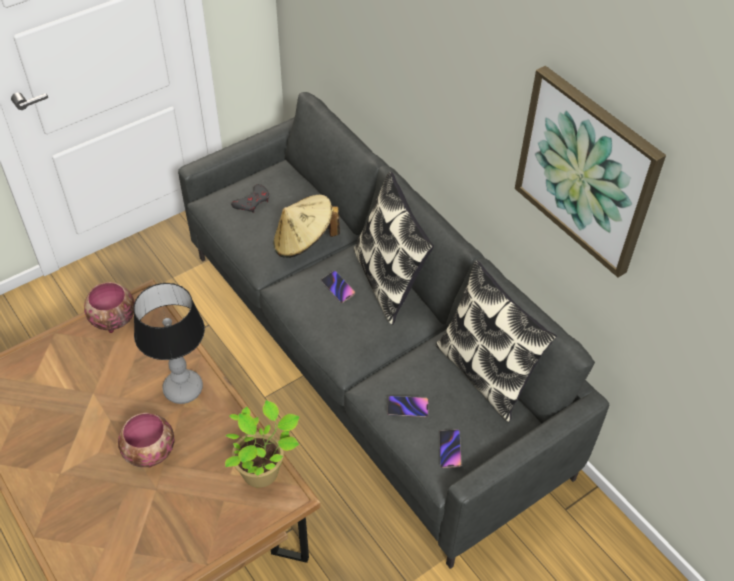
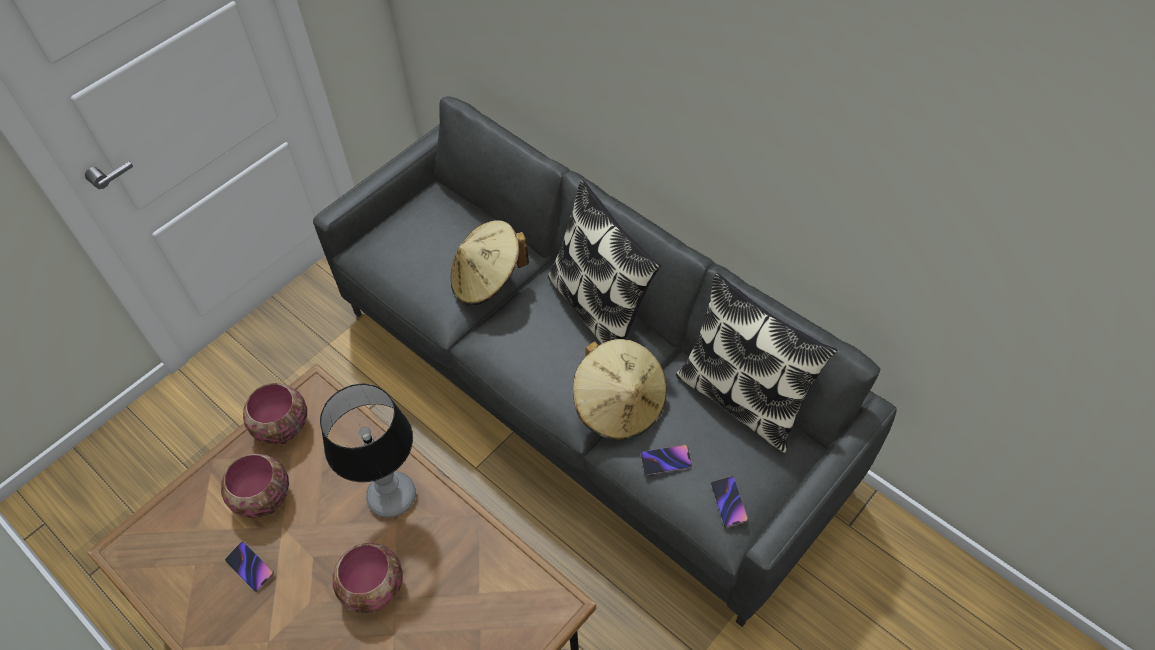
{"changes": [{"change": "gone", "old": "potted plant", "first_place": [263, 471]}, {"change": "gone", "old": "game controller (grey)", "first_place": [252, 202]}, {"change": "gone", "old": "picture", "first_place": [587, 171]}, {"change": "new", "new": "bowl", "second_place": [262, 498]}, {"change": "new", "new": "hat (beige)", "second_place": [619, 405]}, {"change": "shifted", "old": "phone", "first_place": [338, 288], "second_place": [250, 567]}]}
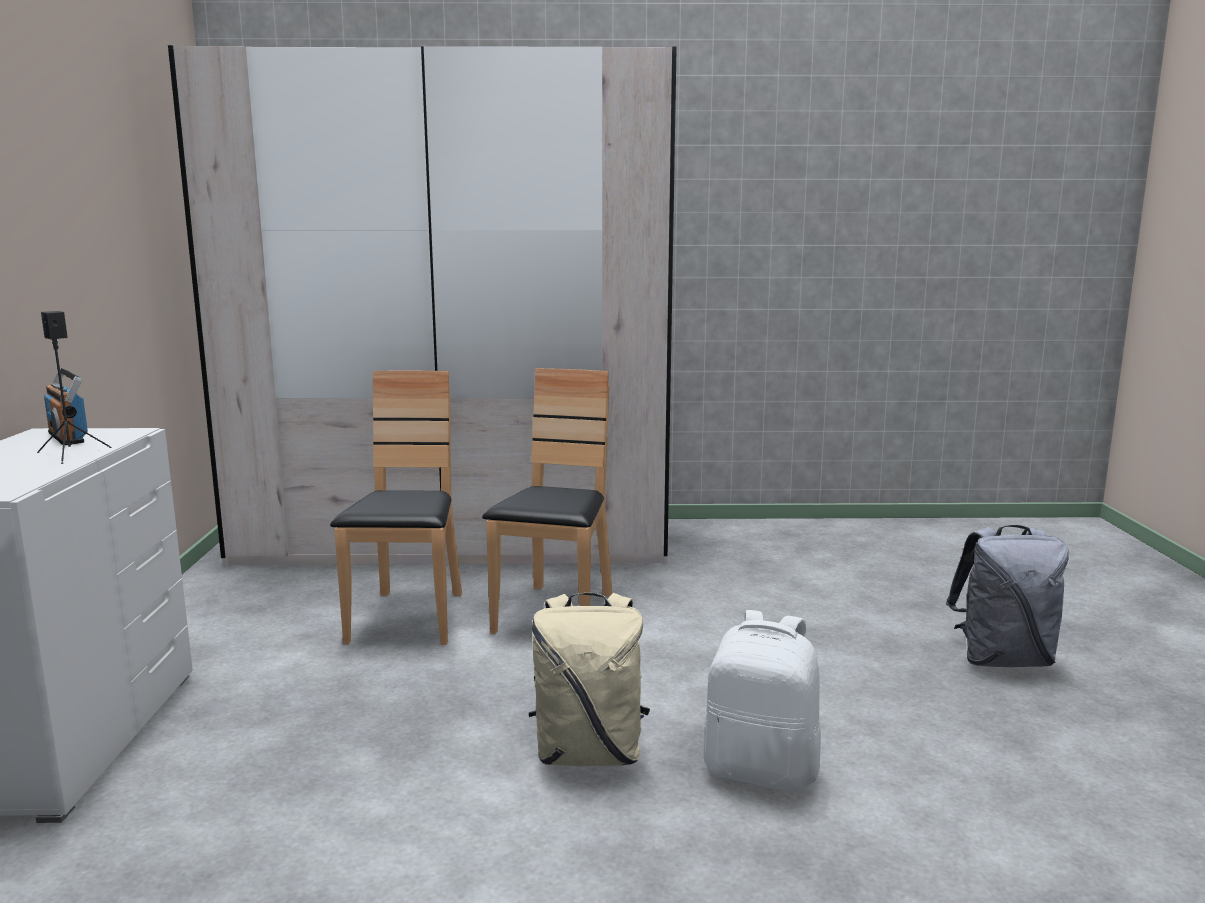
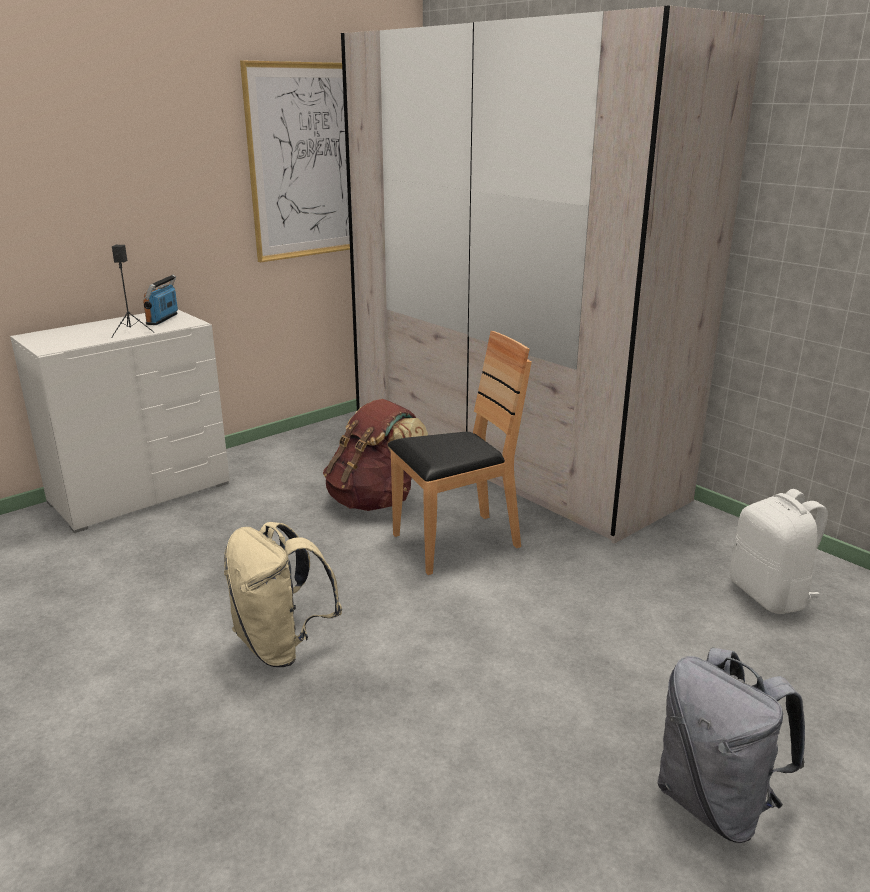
{"changes": [{"change": "new", "new": "picture", "second_place": [313, 161]}, {"change": "shifted", "old": "backpack (white)", "first_place": [761, 771], "second_place": [770, 595]}, {"change": "swapped", "old": "chair (brown)", "new": "backpack (brown)", "first_place": [408, 618], "second_place": [374, 500]}]}
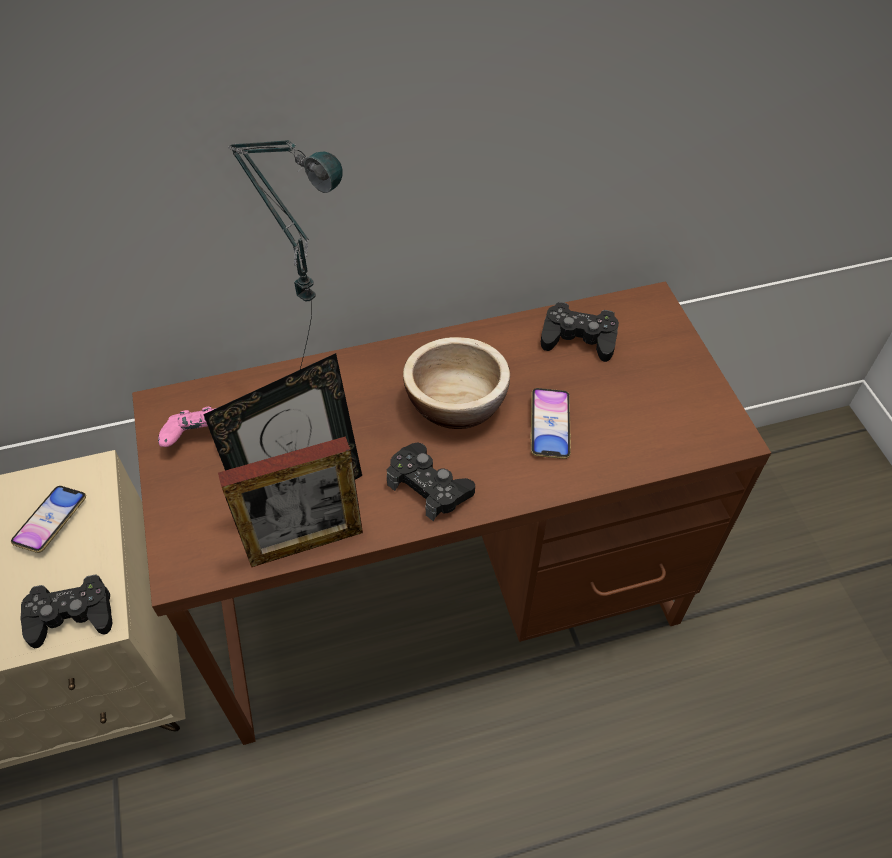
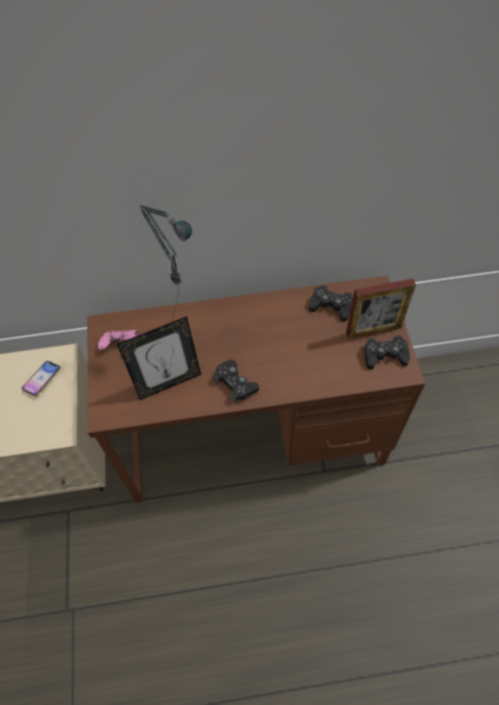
{"changes": [{"change": "gone", "old": "bowl", "first_place": [456, 402]}, {"change": "gone", "old": "phone", "first_place": [549, 426]}, {"change": "shifted", "old": "game controller (black)", "first_place": [71, 615], "second_place": [384, 355]}, {"change": "shifted", "old": "picture frame", "first_place": [305, 543], "second_place": [373, 330]}]}
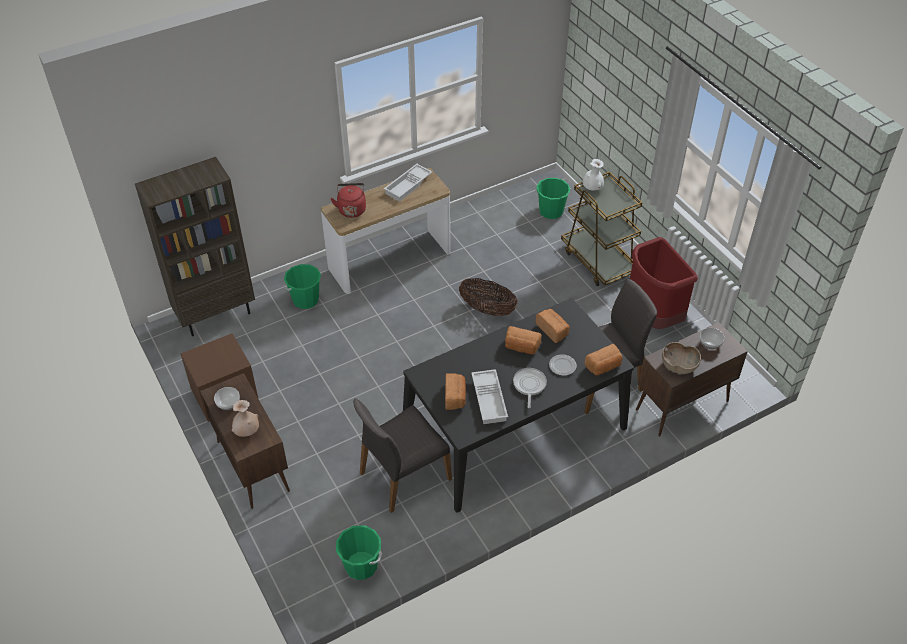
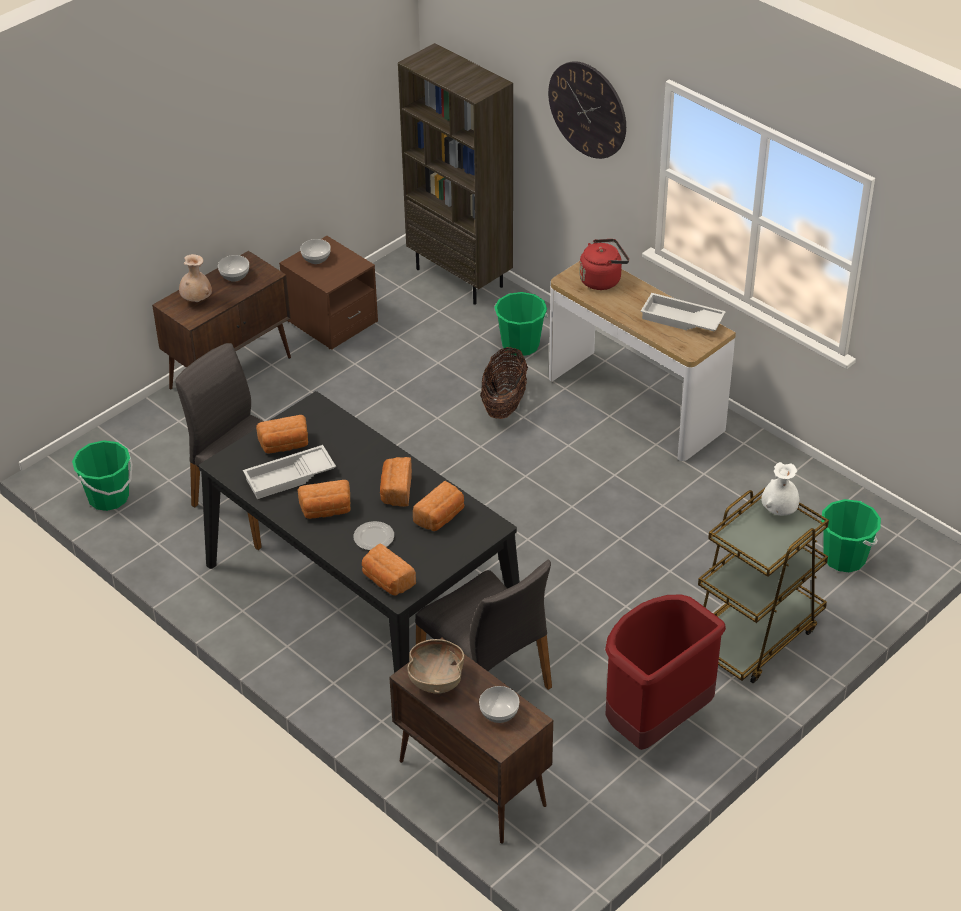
{"changes": [{"change": "new", "new": "bowl", "second_place": [315, 259]}, {"change": "new", "new": "wall clock", "second_place": [587, 109]}, {"change": "shifted", "old": "basket", "first_place": [487, 309], "second_place": [504, 403]}, {"change": "swapped", "old": "frying pan", "new": "bread", "first_place": [529, 385], "second_place": [326, 510]}]}
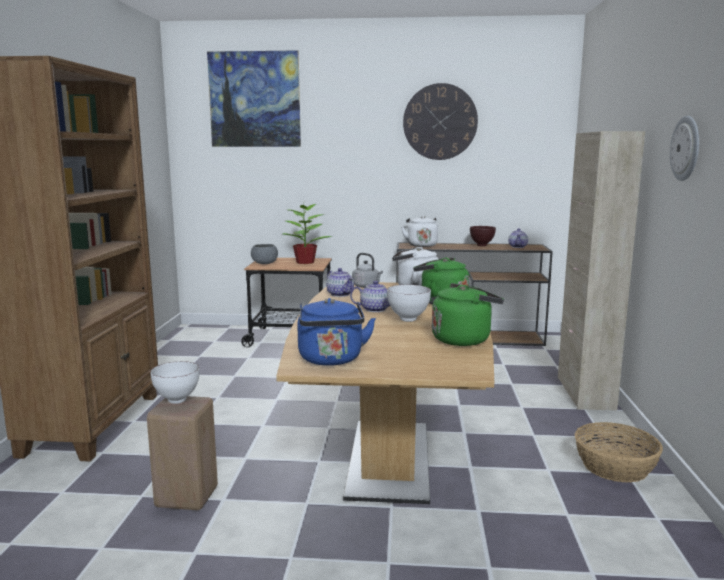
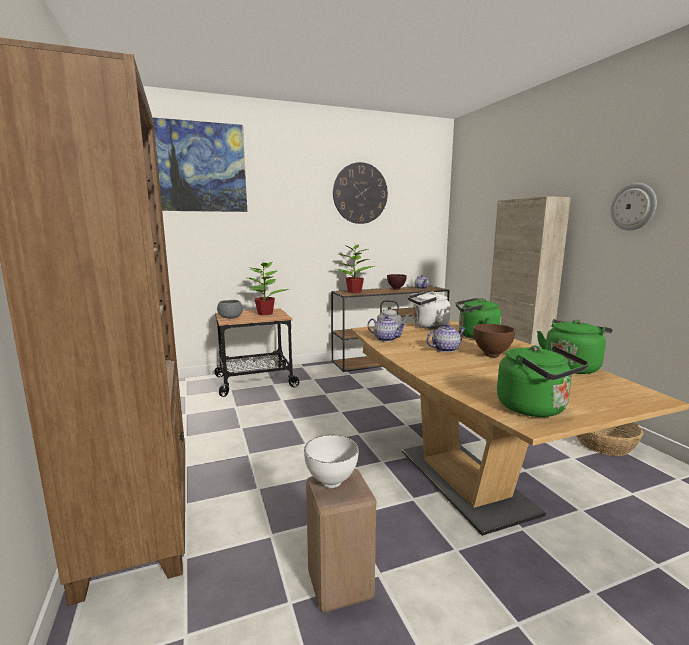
{"changes": [{"change": "swapped", "old": "kettle (white)", "new": "potted plant", "first_place": [421, 245], "second_place": [354, 292]}, {"change": "repainted", "old": "kettle (blue)", "new": "kettle (green)", "first_place": [331, 360], "second_place": [535, 409]}, {"change": "repainted", "old": "bowl (white)", "new": "bowl (brown)", "first_place": [407, 320], "second_place": [491, 355]}]}
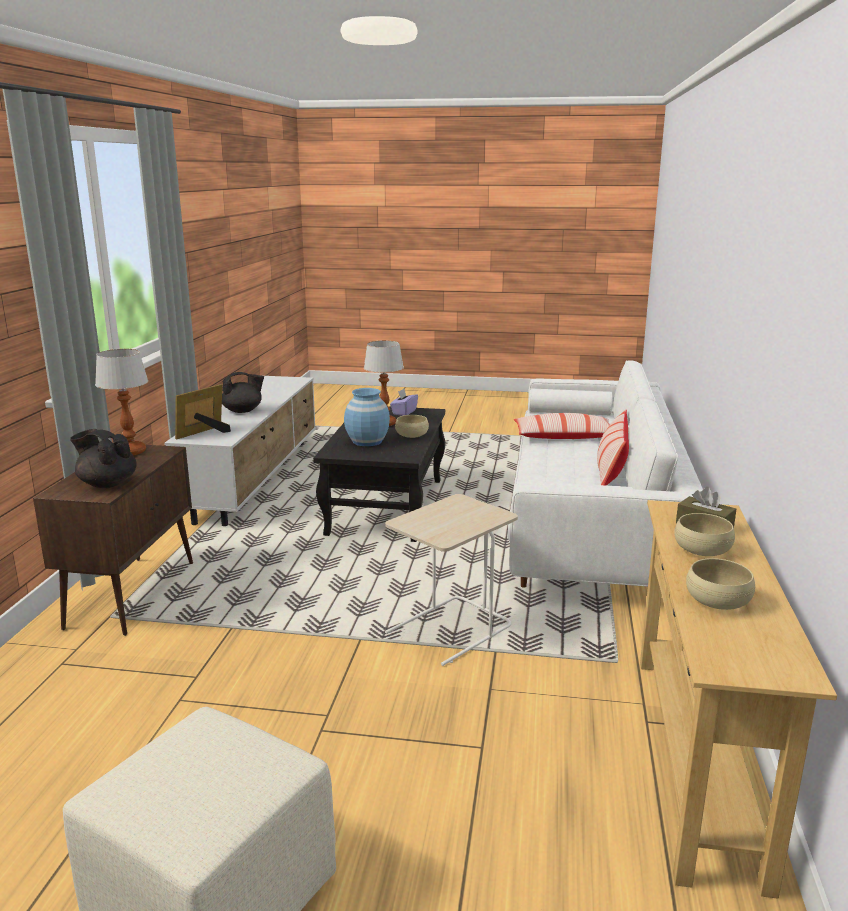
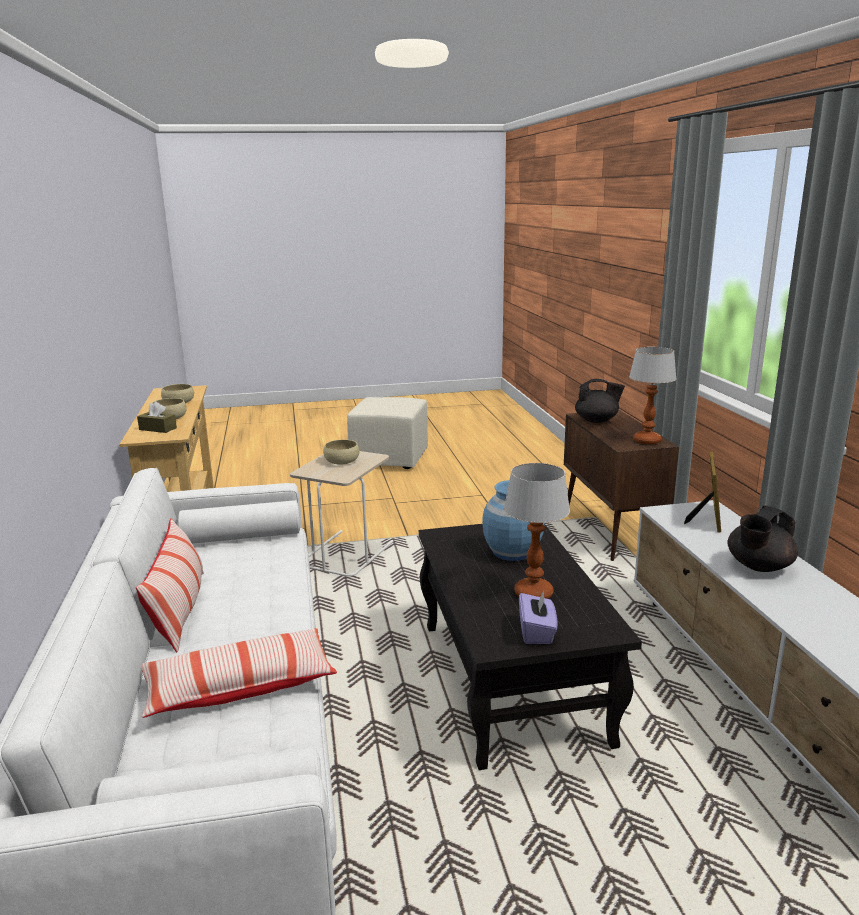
{"changes": [{"change": "shifted", "old": "bowl (beige)", "first_place": [411, 435], "second_place": [342, 461]}]}
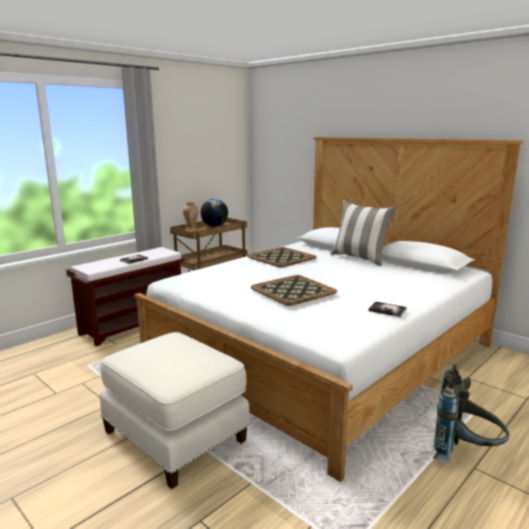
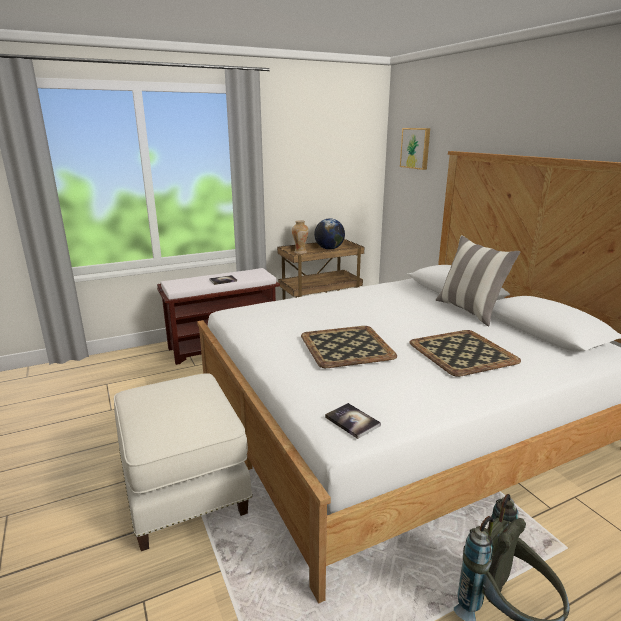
{"changes": [{"change": "new", "new": "picture", "second_place": [416, 148]}, {"change": "shifted", "old": "tray", "first_place": [281, 257], "second_place": [461, 352]}, {"change": "shifted", "old": "book", "first_place": [387, 310], "second_place": [352, 421]}]}
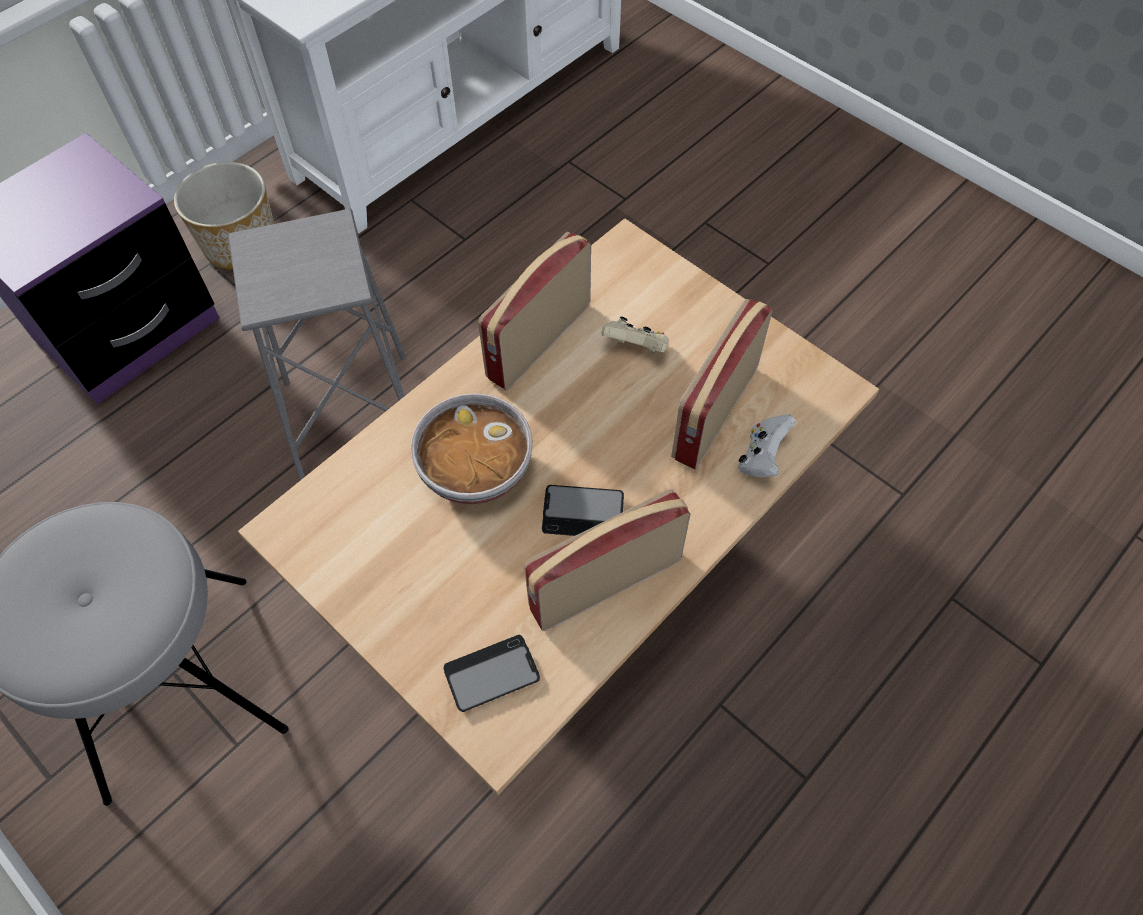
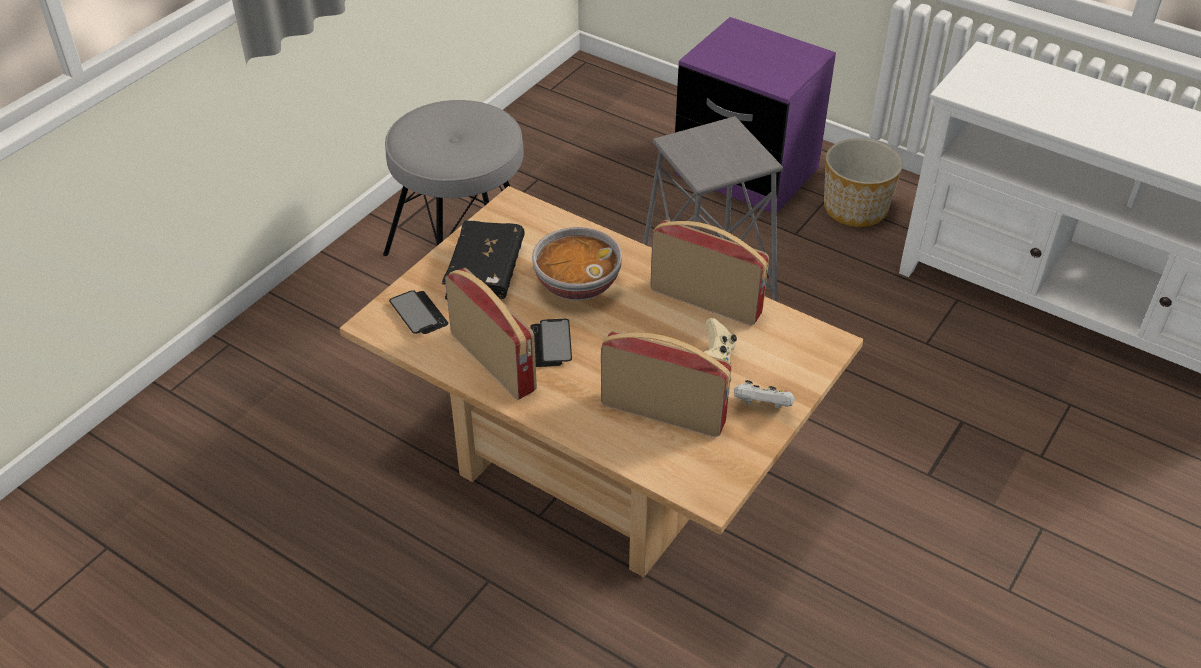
{"changes": [{"change": "new", "new": "book (black)", "second_place": [485, 271]}, {"change": "shifted", "old": "game controller (white)", "first_place": [762, 457], "second_place": [762, 406]}]}
